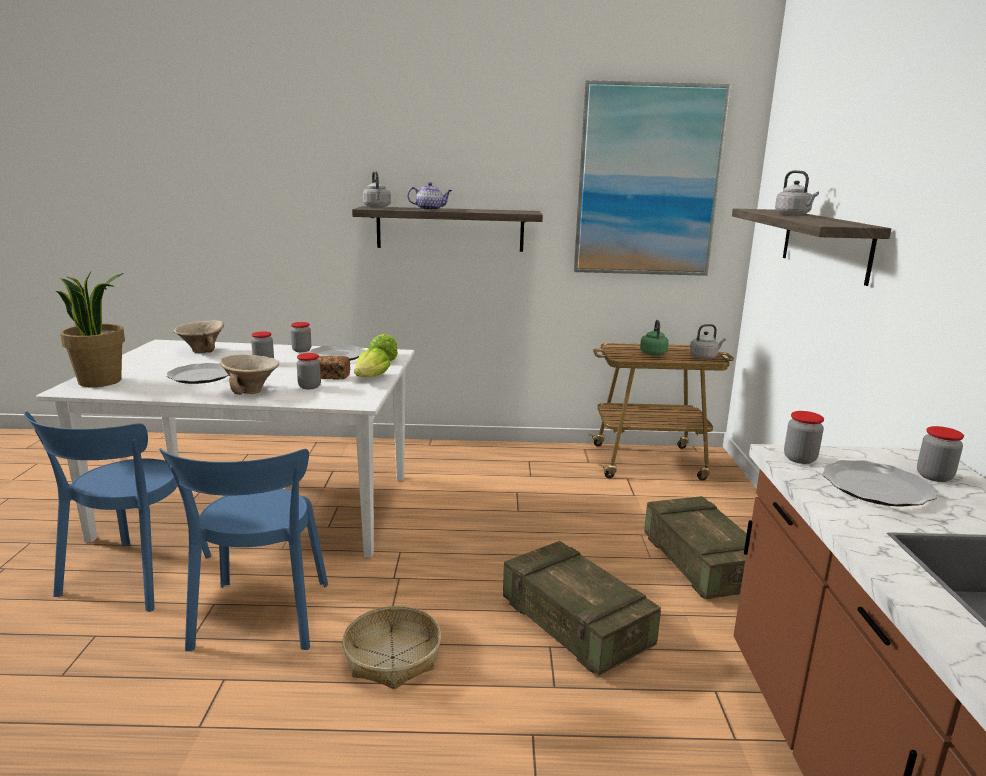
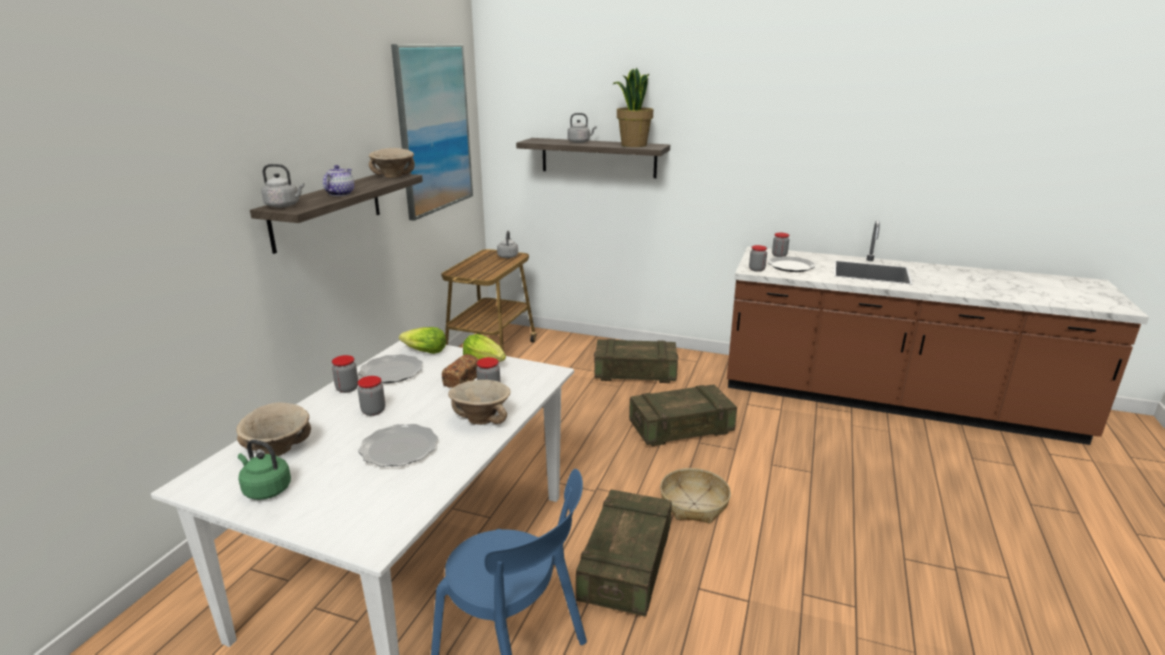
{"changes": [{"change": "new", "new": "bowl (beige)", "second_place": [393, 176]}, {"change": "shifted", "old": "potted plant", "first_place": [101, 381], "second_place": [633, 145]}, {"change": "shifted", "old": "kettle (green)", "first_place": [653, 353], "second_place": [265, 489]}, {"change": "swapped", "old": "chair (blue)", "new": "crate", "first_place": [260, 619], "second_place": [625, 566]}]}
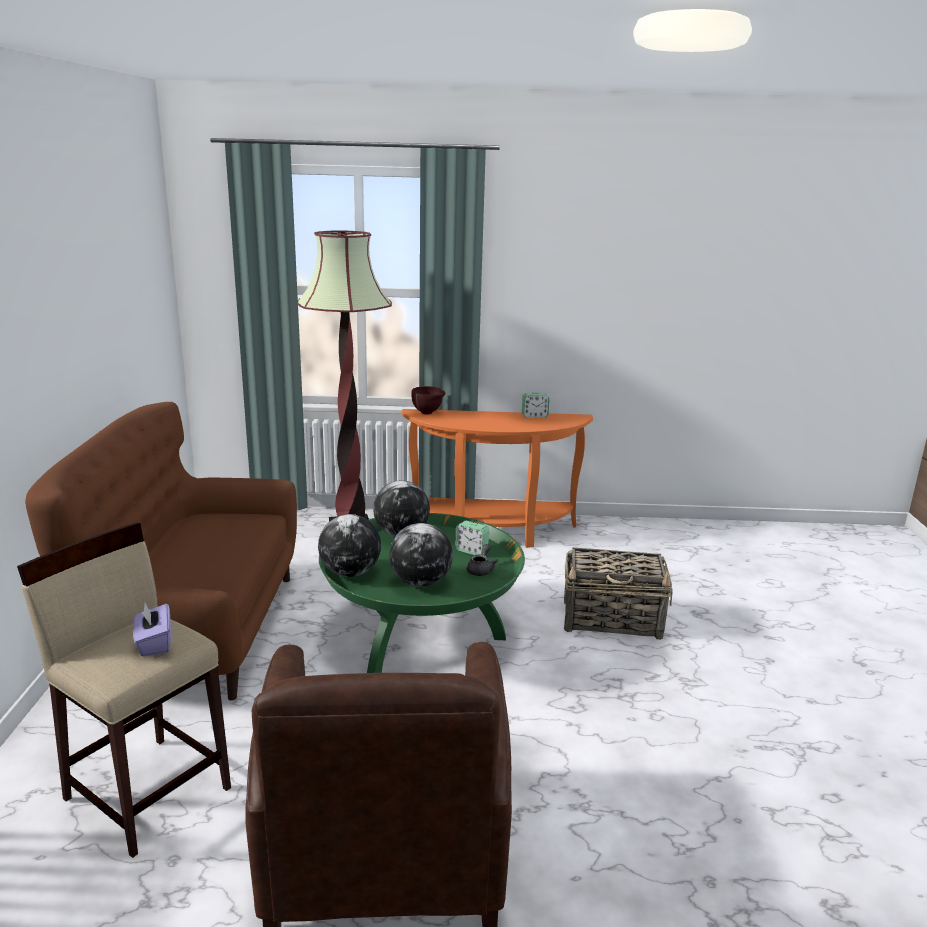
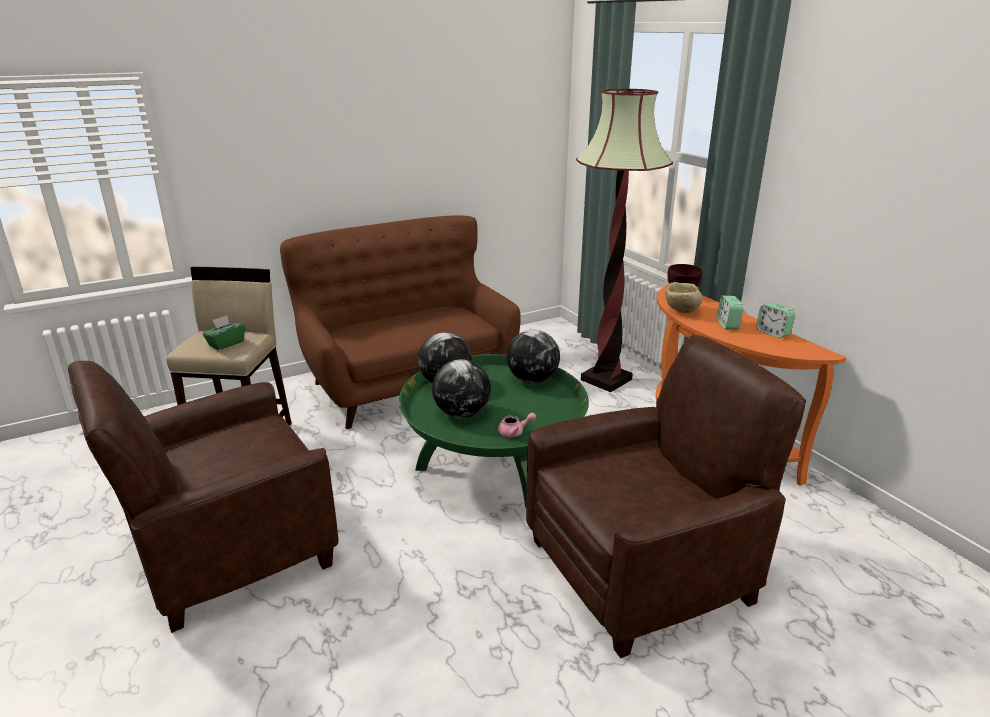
{"changes": [{"change": "new", "new": "bowl (beige)", "second_place": [681, 311]}, {"change": "shifted", "old": "alarm clock", "first_place": [471, 551], "second_place": [727, 325]}, {"change": "swapped", "old": "basket", "new": "armchair (brown)", "first_place": [613, 620], "second_place": [641, 569]}, {"change": "repainted", "old": "tissue box (purple)", "new": "tissue box (green)", "first_place": [154, 643], "second_place": [226, 343]}, {"change": "repainted", "old": "teapot (grey)", "new": "teapot (pink)", "first_place": [481, 570], "second_place": [514, 432]}]}
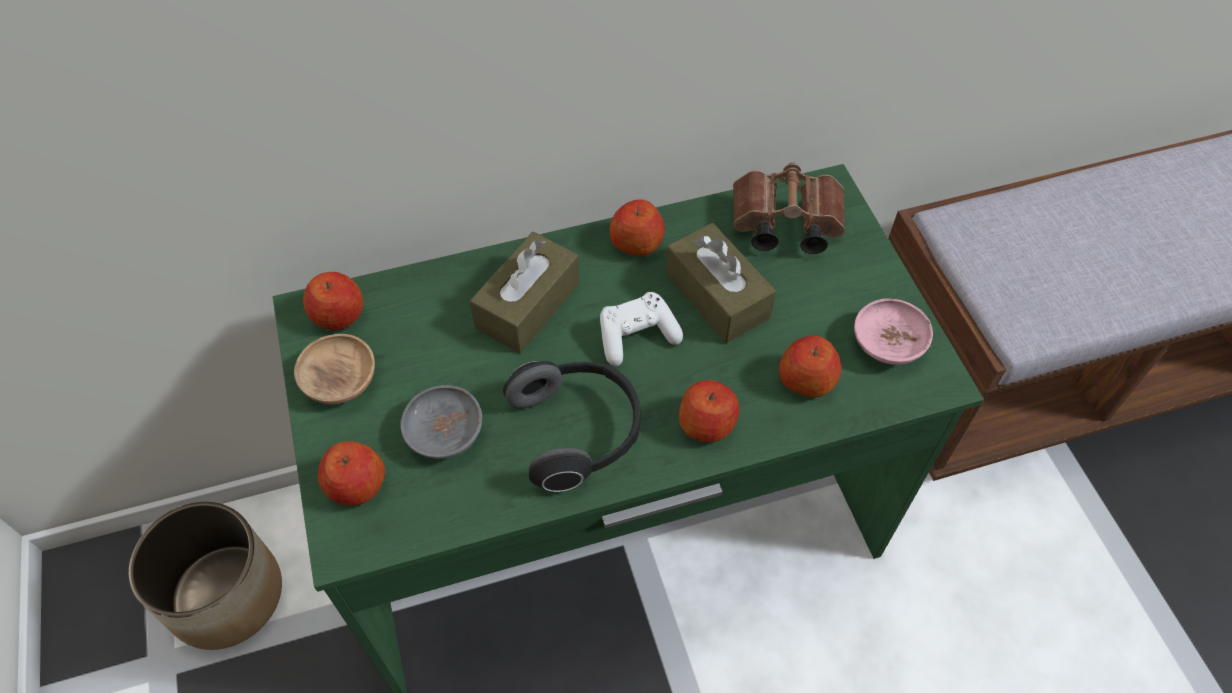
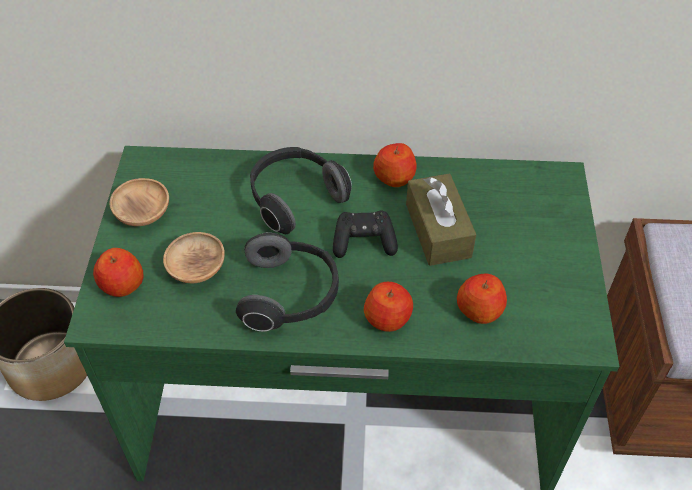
{"changes": [{"change": "gone", "old": "apple", "first_place": [339, 315]}, {"change": "gone", "old": "binoculars (brown)", "first_place": [782, 225]}, {"change": "gone", "old": "bowl (pink)", "first_place": [887, 344]}, {"change": "swapped", "old": "tissue box (brown)", "new": "headphones", "first_place": [528, 305], "second_place": [295, 199]}, {"change": "repainted", "old": "bowl (grey)", "new": "bowl (brown)", "first_place": [445, 434], "second_place": [196, 269]}, {"change": "repainted", "old": "game controller (white)", "new": "game controller (black)", "first_place": [636, 336], "second_place": [364, 242]}]}
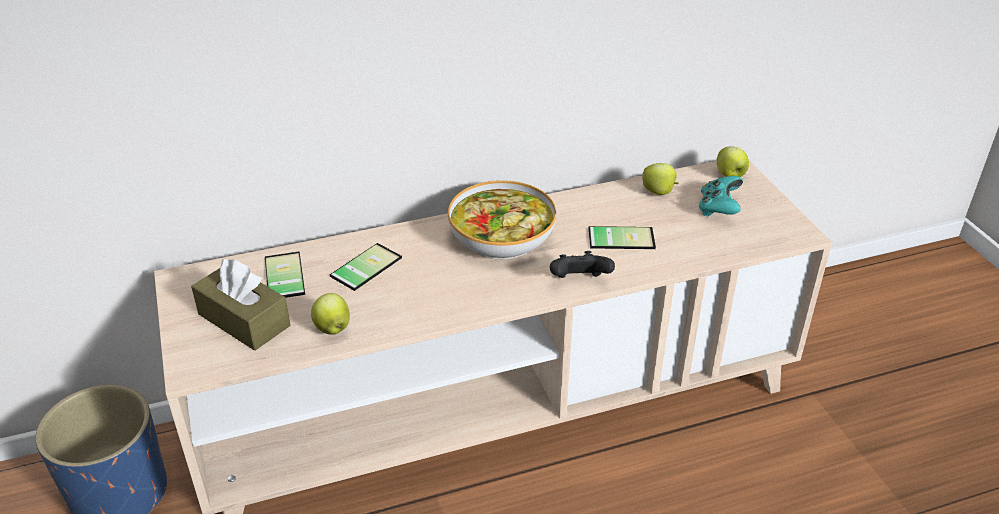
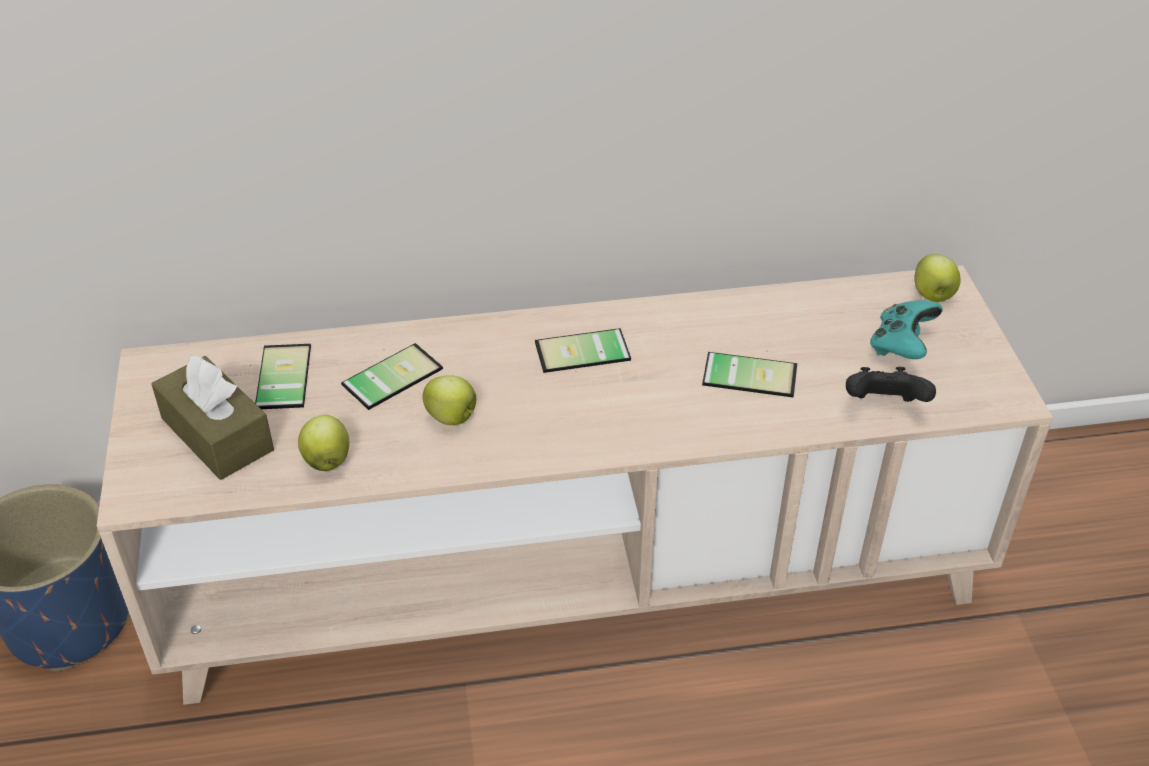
{"changes": [{"change": "shifted", "old": "game controller (black)", "first_place": [579, 282], "second_place": [883, 406]}, {"change": "shifted", "old": "apple", "first_place": [659, 192], "second_place": [453, 418]}, {"change": "swapped", "old": "bowl", "new": "phone", "first_place": [501, 237], "second_place": [583, 354]}]}
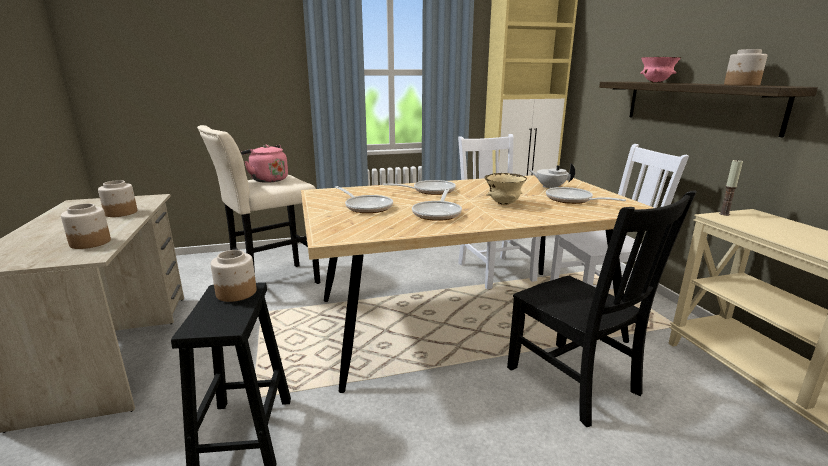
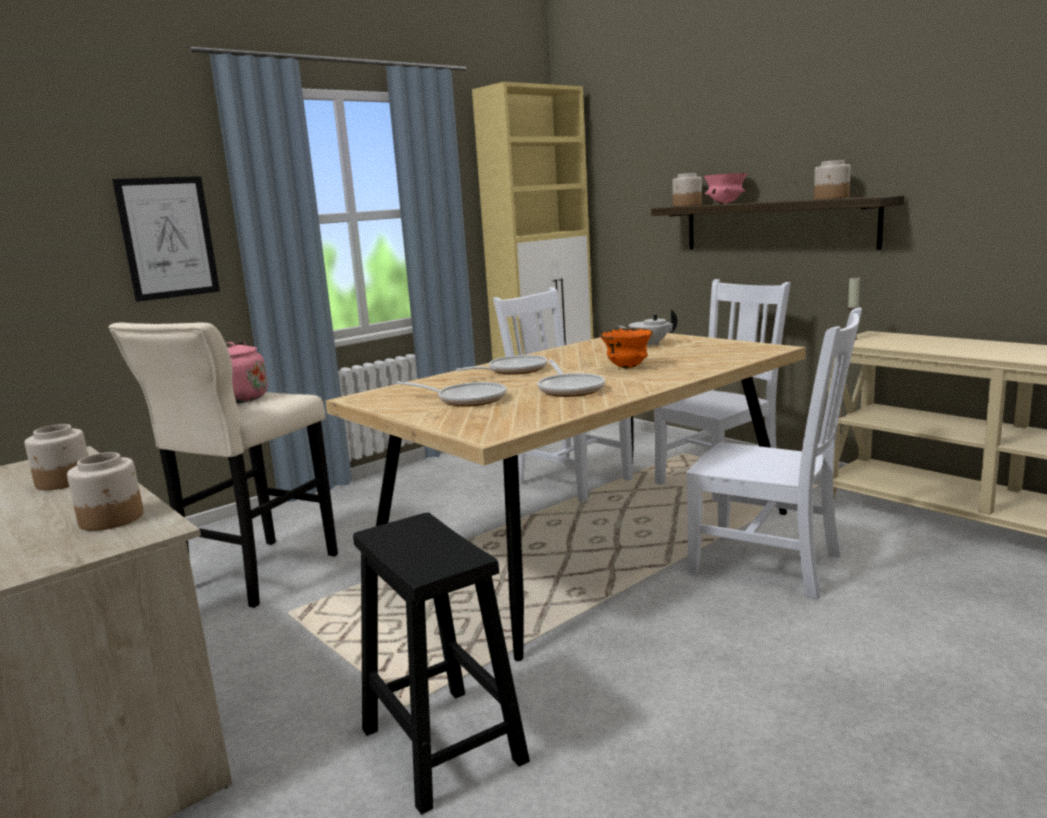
{"changes": [{"change": "gone", "old": "frying pan", "first_place": [572, 200]}, {"change": "new", "new": "picture", "second_place": [168, 238]}, {"change": "shifted", "old": "jar", "first_place": [236, 293], "second_place": [687, 205]}, {"change": "repainted", "old": "bowl (beige)", "new": "bowl (orange)", "first_place": [503, 204], "second_place": [626, 367]}, {"change": "repainted", "old": "chair (black)", "new": "chair (white)", "first_place": [575, 382], "second_place": [770, 565]}]}
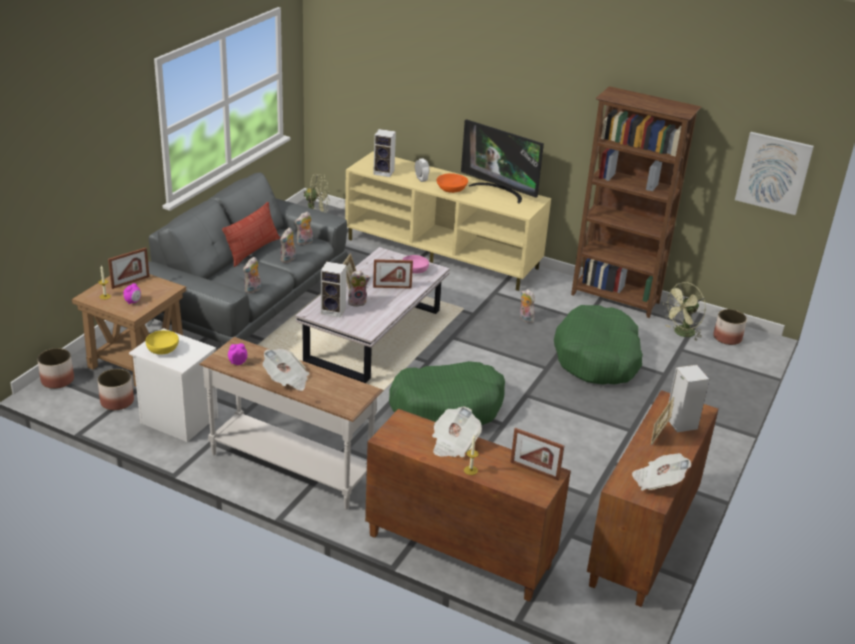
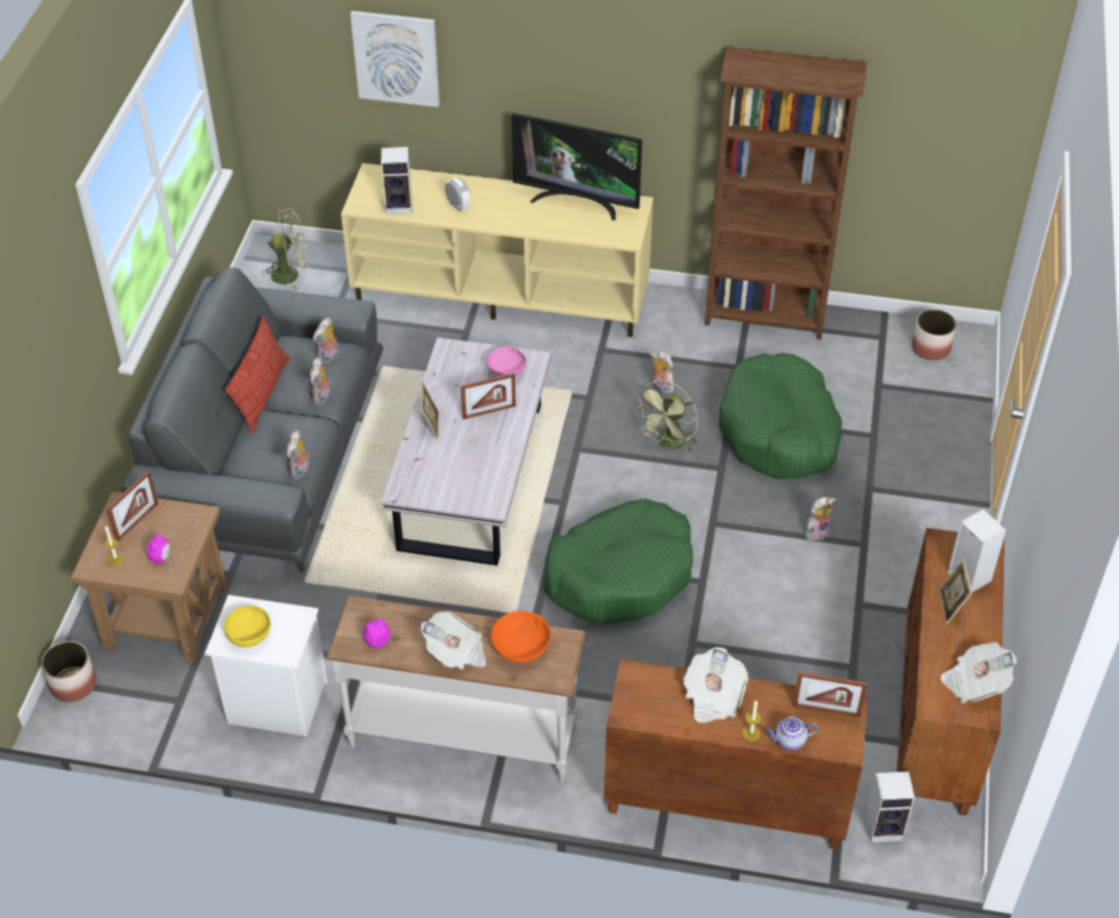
{"changes": [{"change": "gone", "old": "planter", "first_place": [117, 401]}, {"change": "new", "new": "teapot", "second_place": [789, 741]}, {"change": "shifted", "old": "speaker", "first_place": [334, 310], "second_place": [885, 827]}, {"change": "shifted", "old": "plush toy", "first_place": [357, 302], "second_place": [816, 531]}, {"change": "shifted", "old": "bowl (orange)", "first_place": [451, 189], "second_place": [521, 645]}, {"change": "shifted", "old": "fan (green)", "first_place": [681, 334], "second_place": [668, 444]}, {"change": "shifted", "old": "picture", "first_place": [773, 172], "second_place": [396, 58]}]}
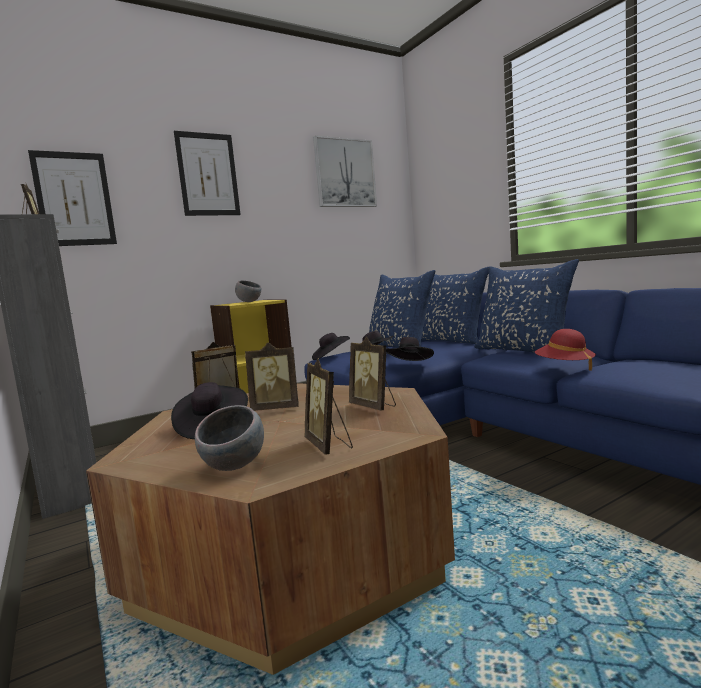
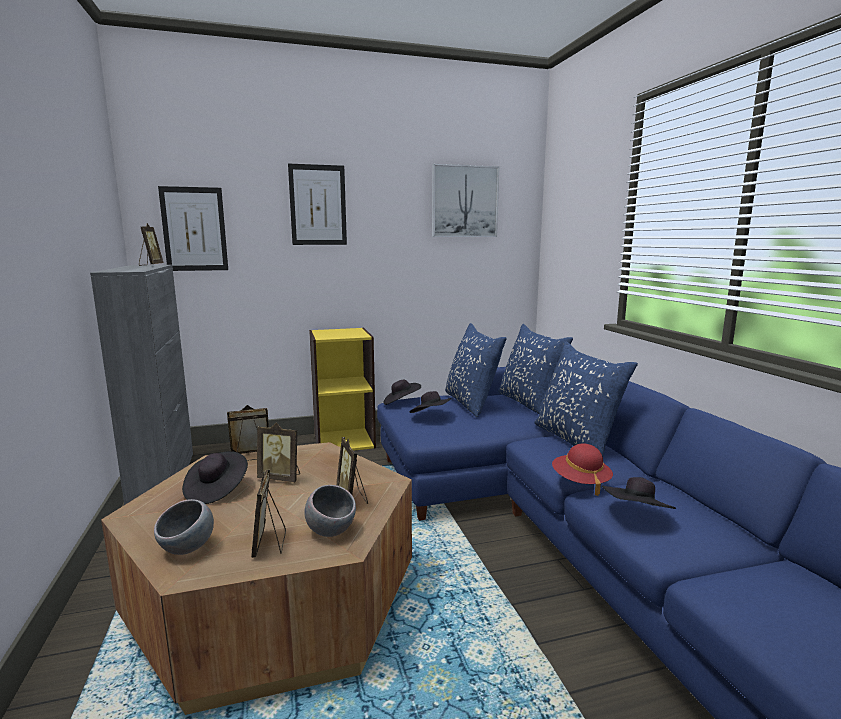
{"changes": [{"change": "shifted", "old": "bowl (grey)", "first_place": [249, 302], "second_place": [331, 531]}, {"change": "shifted", "old": "hat (black)", "first_place": [410, 365], "second_place": [636, 515]}]}
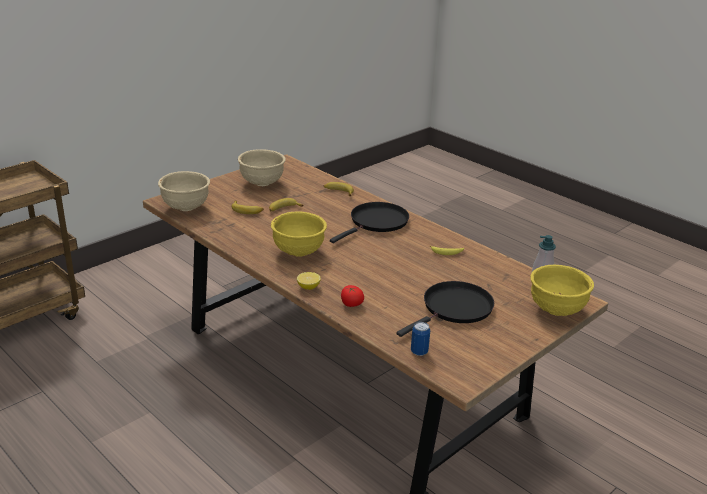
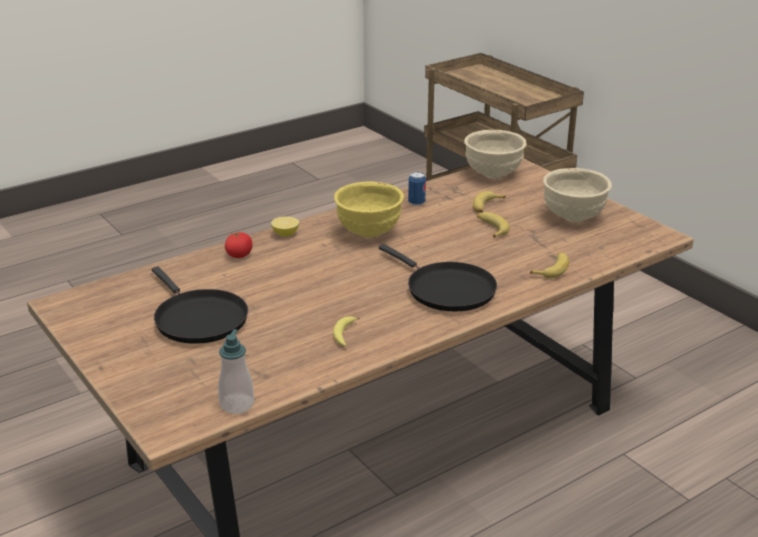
{"changes": [{"change": "gone", "old": "bowl (yellow)", "first_place": [555, 310]}, {"change": "shifted", "old": "can", "first_place": [419, 352], "second_place": [416, 203]}]}
